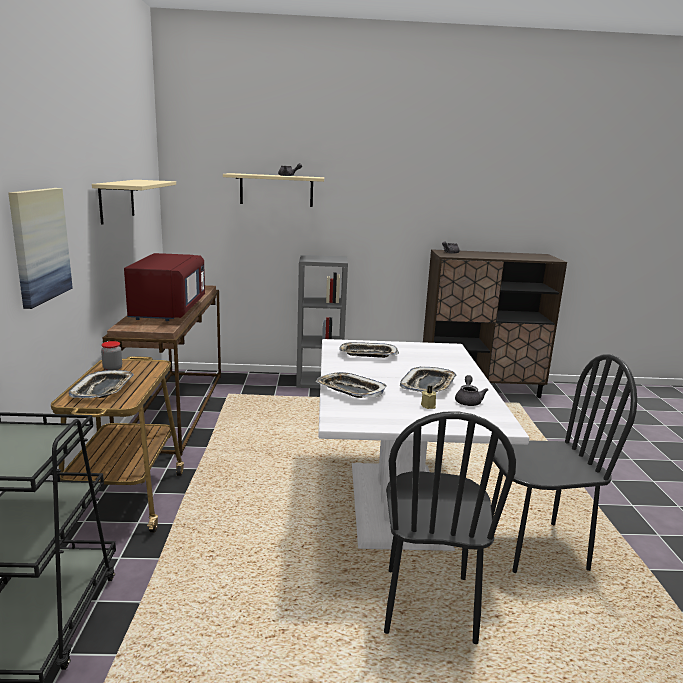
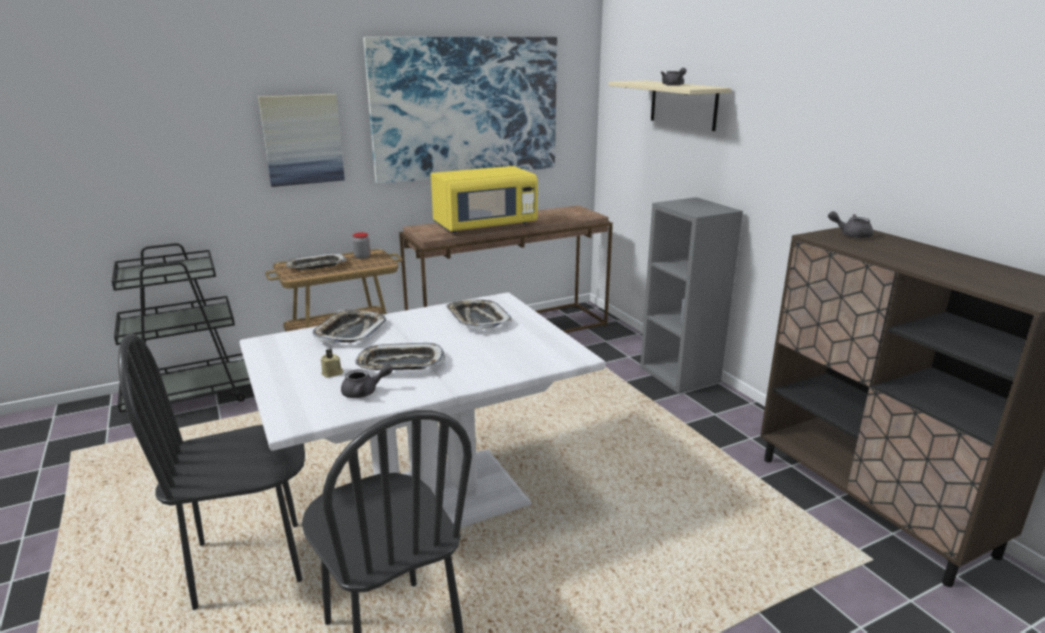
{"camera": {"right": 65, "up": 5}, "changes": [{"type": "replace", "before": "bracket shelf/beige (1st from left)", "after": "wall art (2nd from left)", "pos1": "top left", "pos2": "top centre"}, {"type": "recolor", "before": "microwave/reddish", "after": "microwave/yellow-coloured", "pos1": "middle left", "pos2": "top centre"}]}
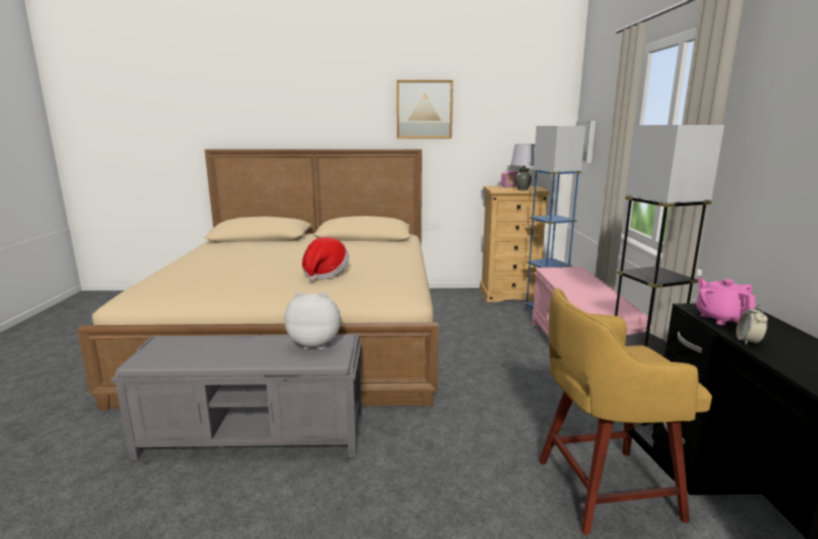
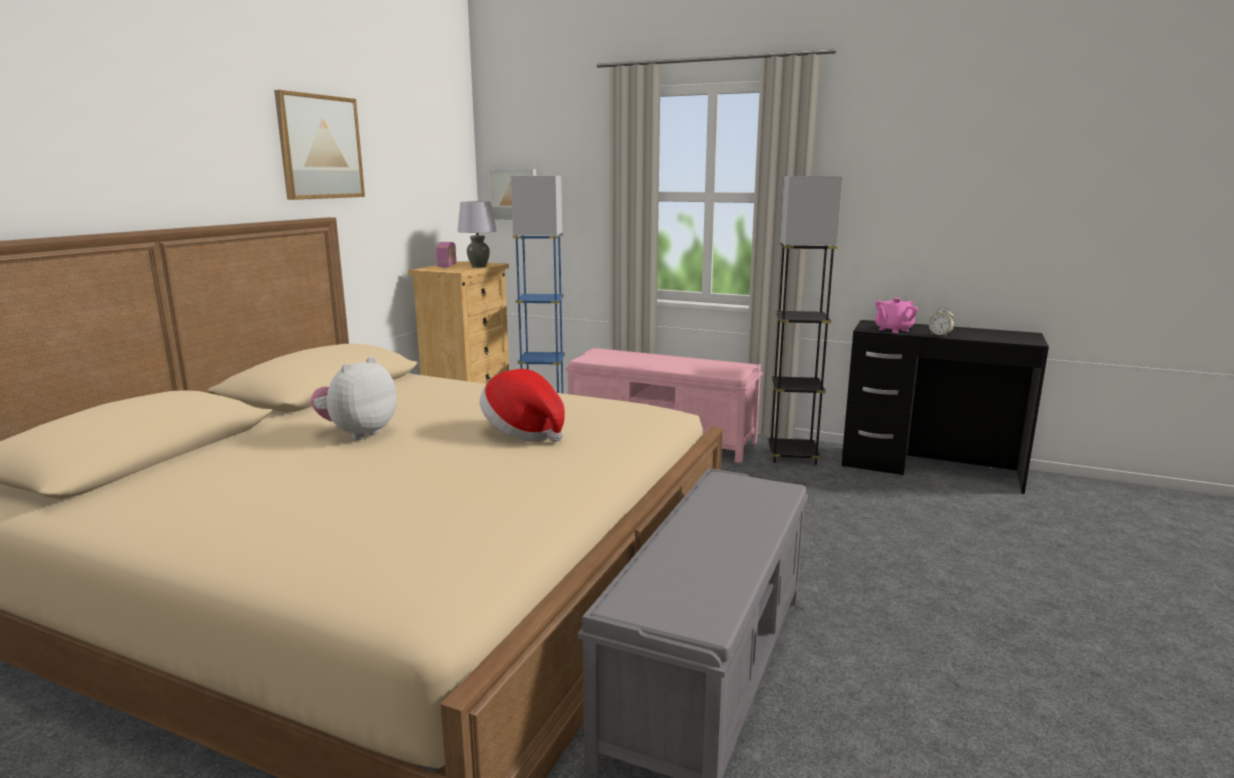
{"camera": {"right": -65, "up": 0}, "changes": [{"type": "move", "before": "soft toy", "pos1": "centre", "pos2": "middle left"}, {"type": "rotate", "before": "pot for tea/pink", "pos1": "middle right", "pos2": "middle right", "turn": -45}, {"type": "delete", "before": "stool seat/yellow-coloured", "pos1": "bottom right"}]}
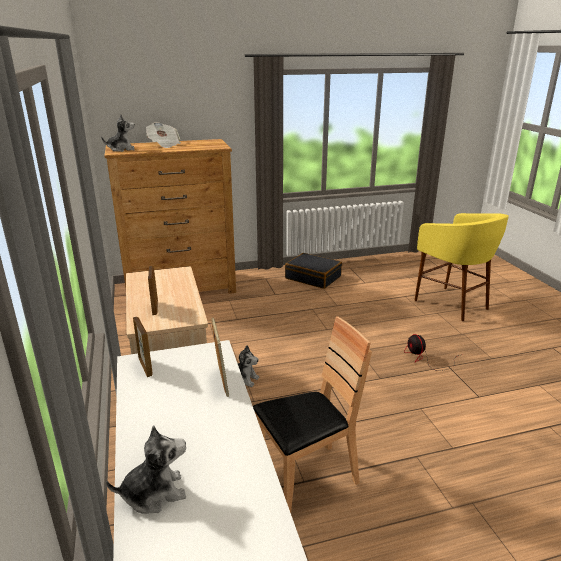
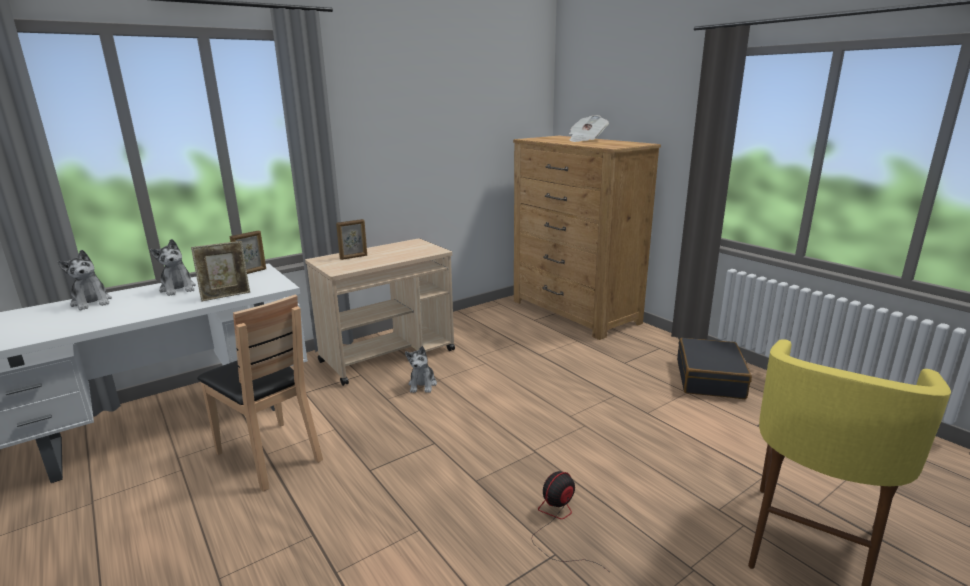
{"camera": {"right": 70, "up": -5}, "changes": [{"type": "move", "before": "soft toy (1st from left in the first image)", "after": "soft toy (2nd from left)", "pos1": "top left", "pos2": "middle left"}]}
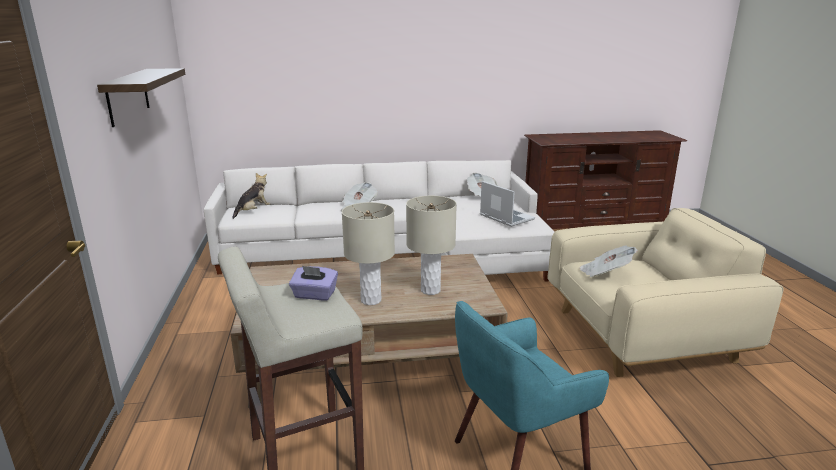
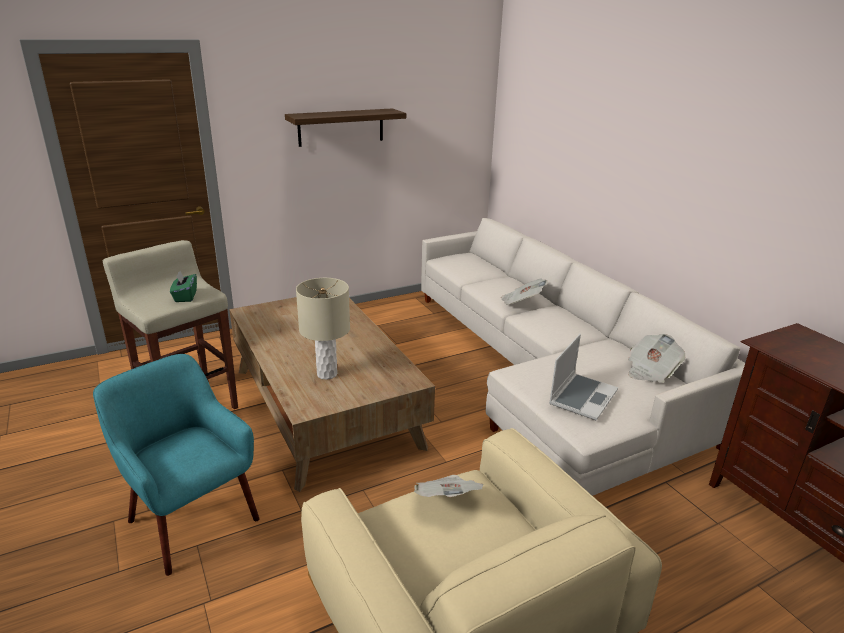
{"camera": {"right": 70, "up": 5}, "changes": [{"type": "recolor", "before": "tissue holder/purple", "after": "tissue holder/green", "pos1": "centre", "pos2": "middle left"}, {"type": "delete", "before": "soft toy", "pos1": "middle left"}, {"type": "delete", "before": "lamp for a table/beige (1st from left)", "pos1": "centre"}]}
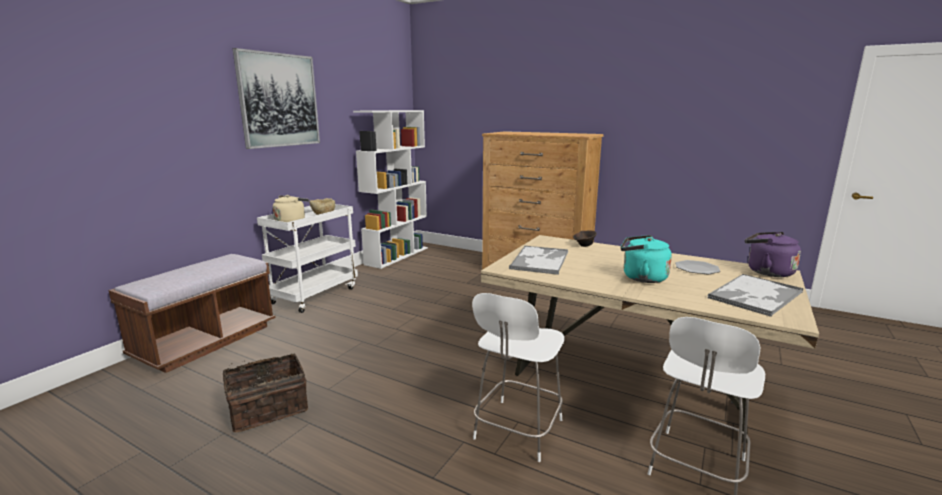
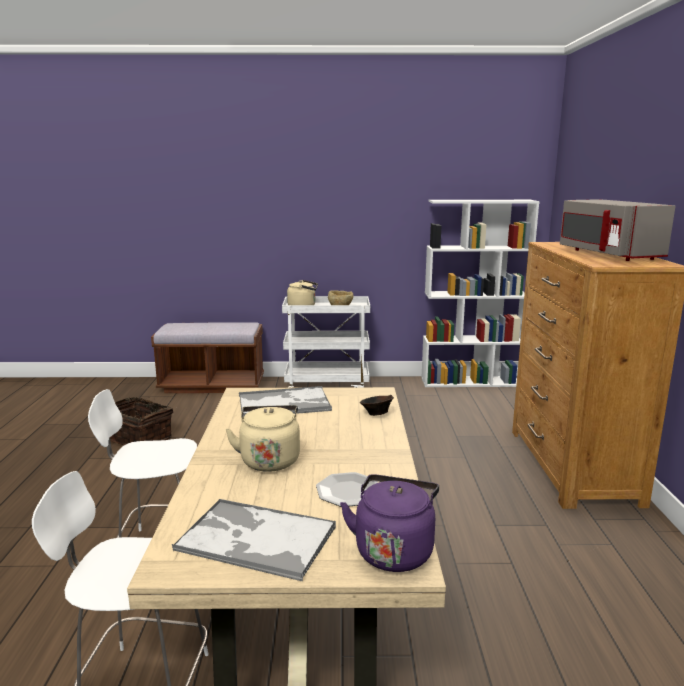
{"camera": {"right": 60, "up": 0}, "changes": [{"type": "recolor", "before": "tea kettle/blue-green", "after": "tea kettle/beige (1st from left)", "pos1": "middle right", "pos2": "centre"}, {"type": "insert", "after": "microwave/greyish", "pos2": "middle right"}, {"type": "delete", "before": "wall art", "pos1": "top left"}]}
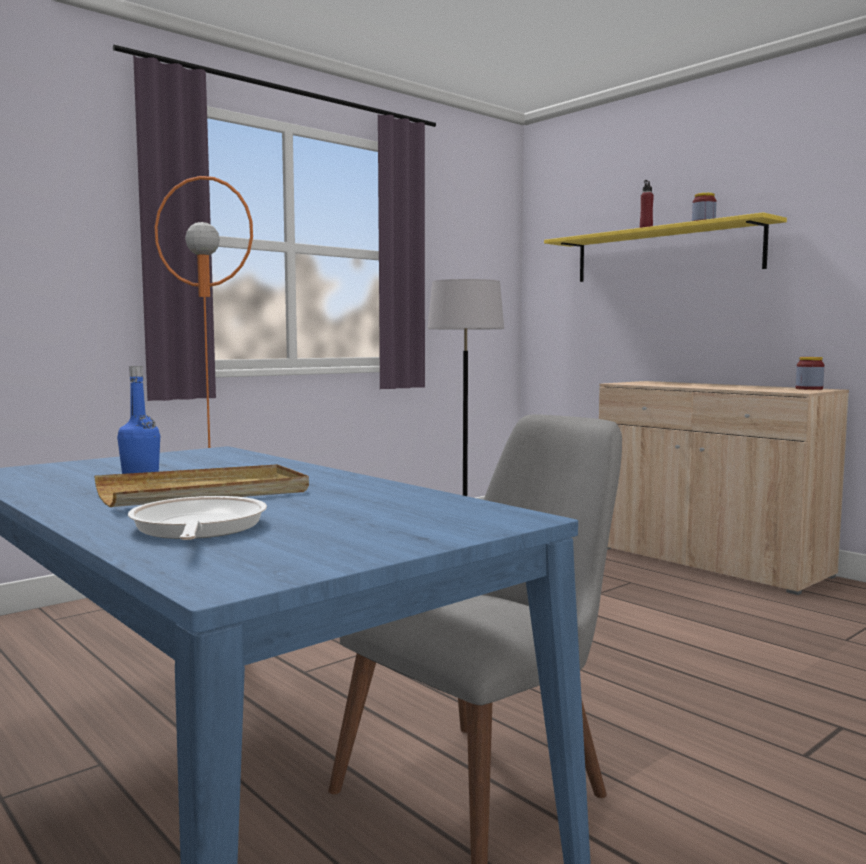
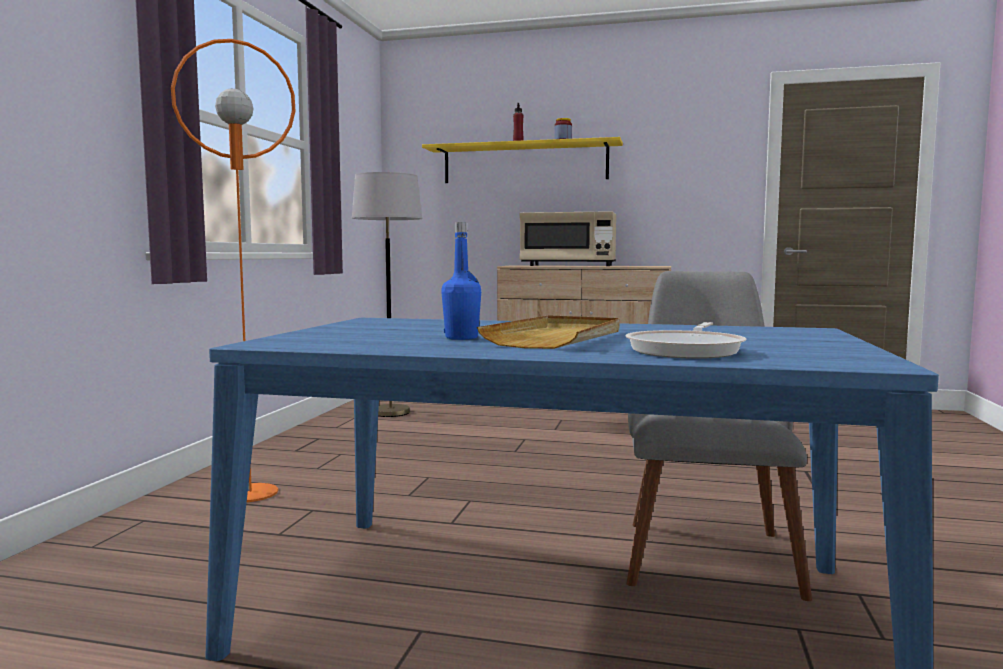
{"camera": {"right": -35, "up": 0}, "changes": [{"type": "insert", "after": "microwave/beige", "pos2": "centre"}, {"type": "rotate", "before": "skillet", "pos1": "middle left", "pos2": "middle right", "turn": -105}, {"type": "delete", "before": "preserve jar (2nd from left)", "pos1": "middle right"}]}
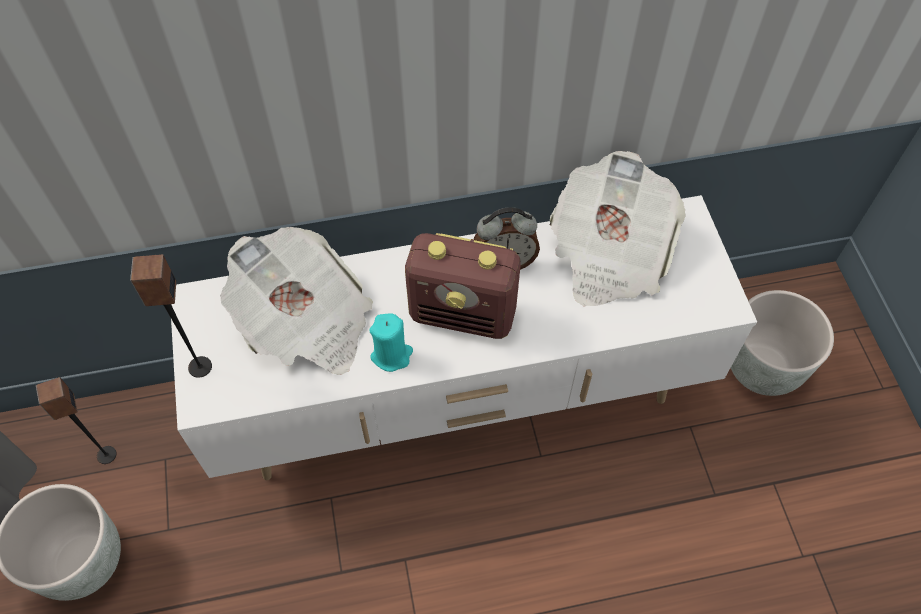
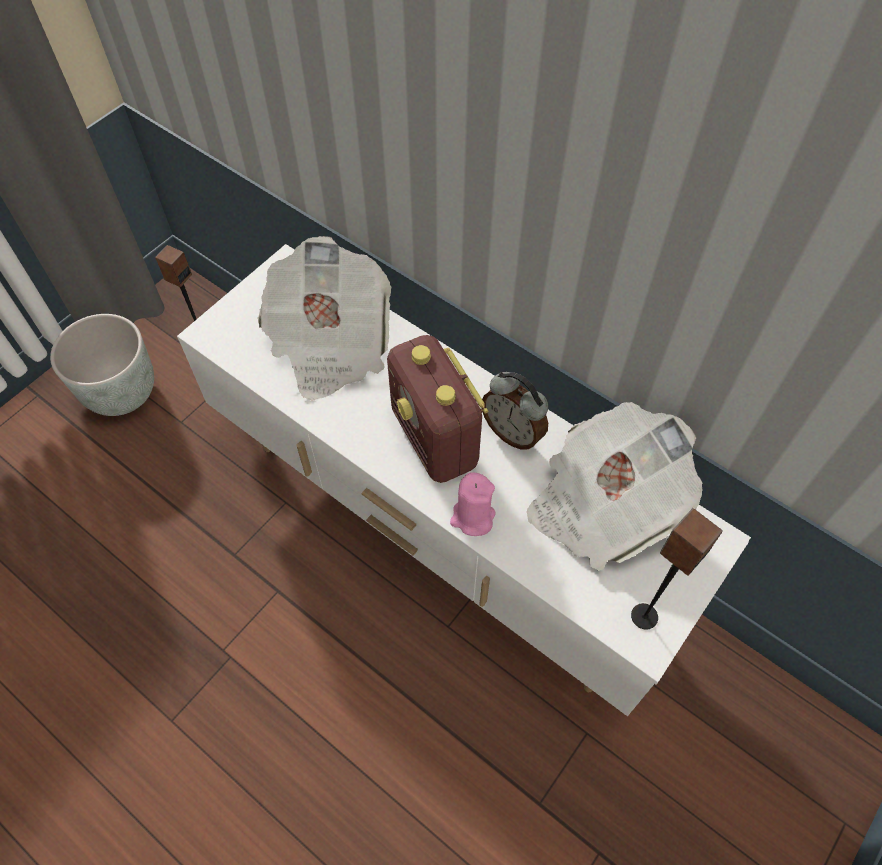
{"camera": {"right": 50, "up": 0}, "changes": [{"type": "insert", "after": "candle/pink", "pos2": "centre"}, {"type": "move", "before": "audio speaker (2nd from left)", "pos1": "middle left", "pos2": "middle right"}, {"type": "delete", "before": "candle/blue-green", "pos1": "centre"}, {"type": "delete", "before": "plant pot/greyish (2nd from left)", "pos1": "middle right"}]}
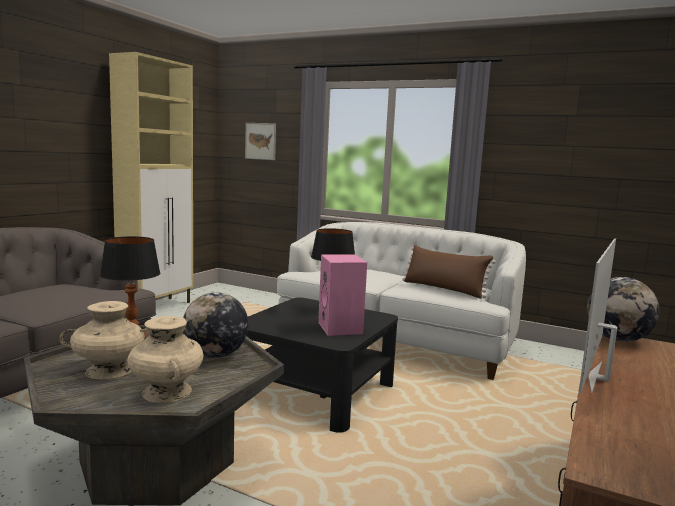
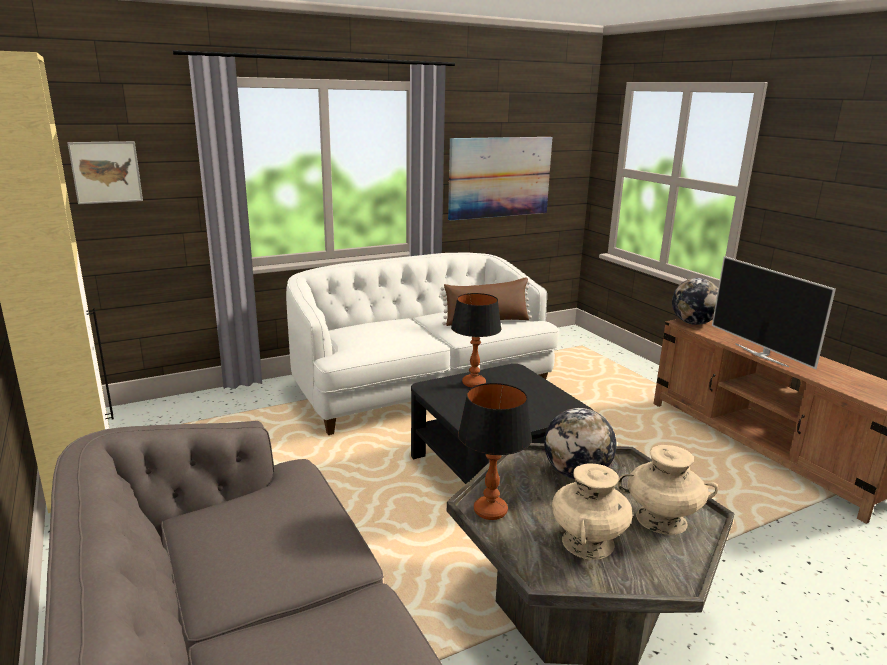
{"camera": {"right": -55, "up": 10}, "changes": [{"type": "insert", "after": "wall art (2nd from left)", "pos2": "top centre"}, {"type": "delete", "before": "audio speaker/pink", "pos1": "centre"}]}
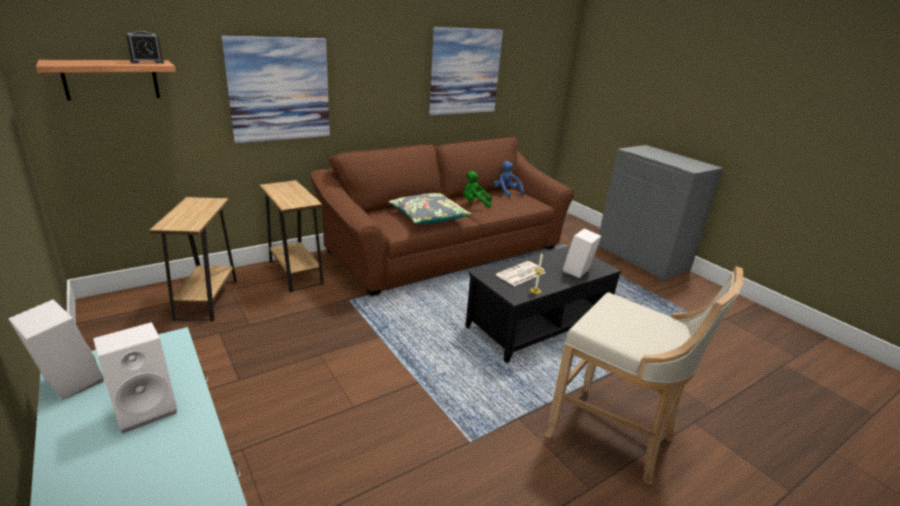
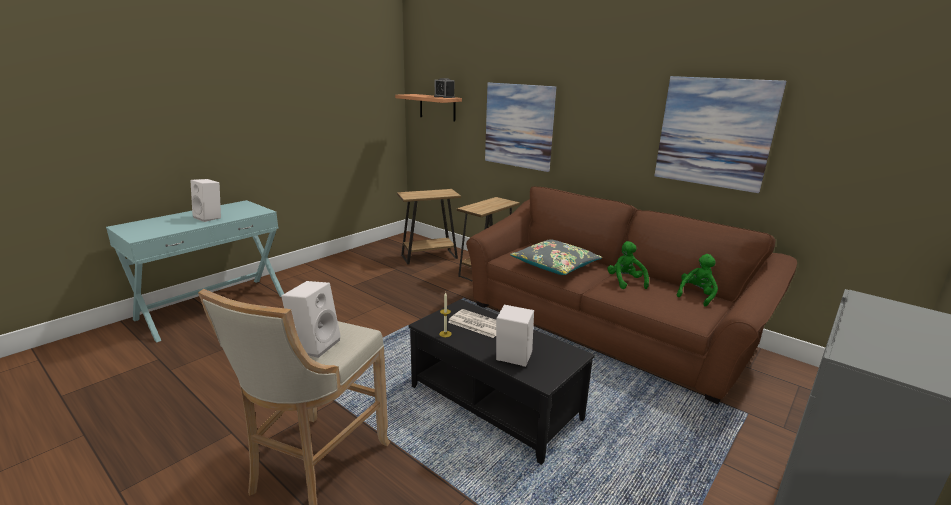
{"camera": {"right": 75, "up": -5}, "changes": [{"type": "move", "before": "audio speaker/whitish (1st from left in the first image)", "after": "audio speaker/whitish (2nd from left)", "pos1": "bottom left", "pos2": "middle left"}, {"type": "recolor", "before": "soft toy/blue", "after": "soft toy/green (2nd from left)", "pos1": "centre", "pos2": "middle right"}]}
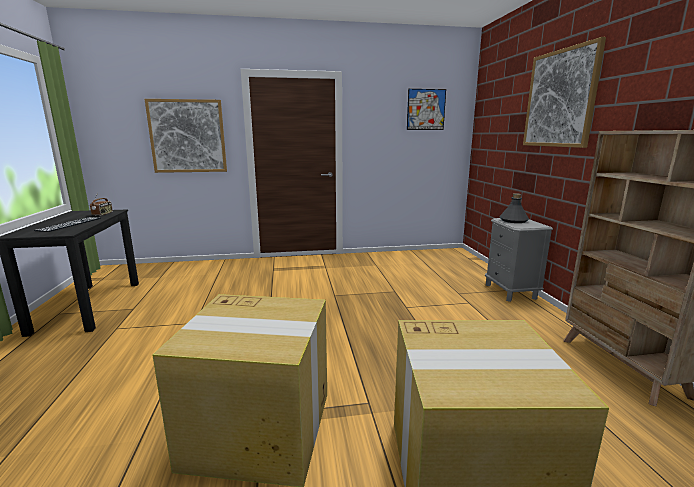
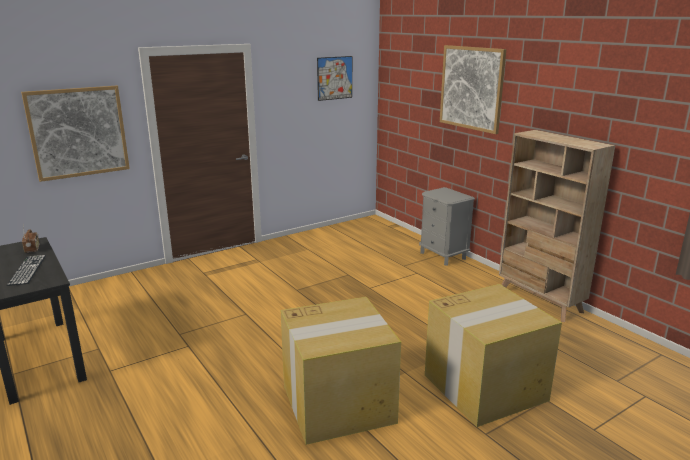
{"camera": {"right": -25, "up": 5}, "changes": [{"type": "delete", "before": "drink bottle/greyish", "pos1": "middle right"}]}
